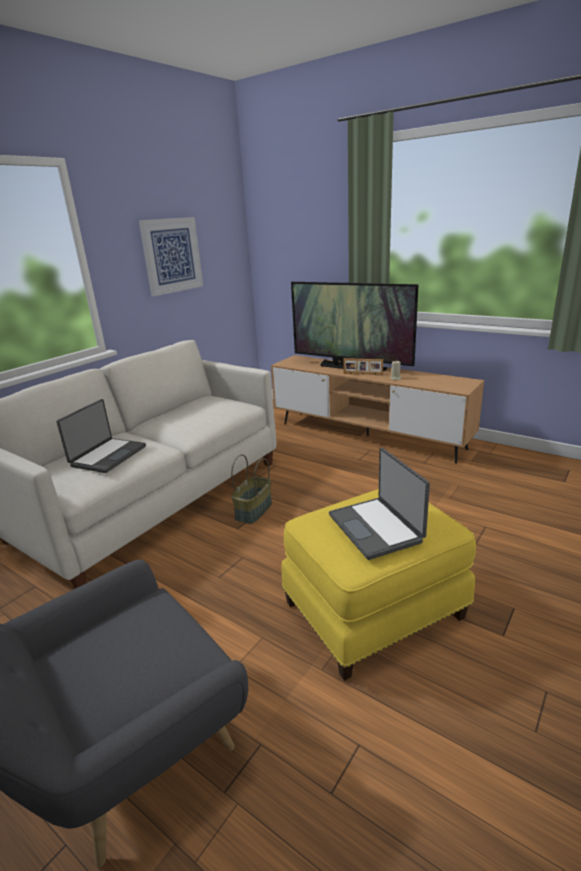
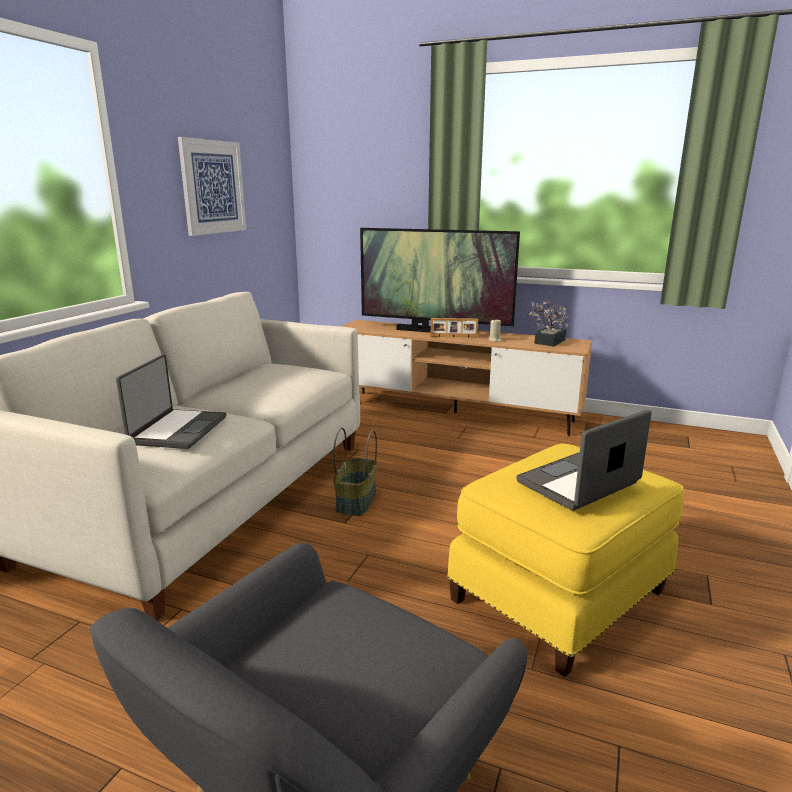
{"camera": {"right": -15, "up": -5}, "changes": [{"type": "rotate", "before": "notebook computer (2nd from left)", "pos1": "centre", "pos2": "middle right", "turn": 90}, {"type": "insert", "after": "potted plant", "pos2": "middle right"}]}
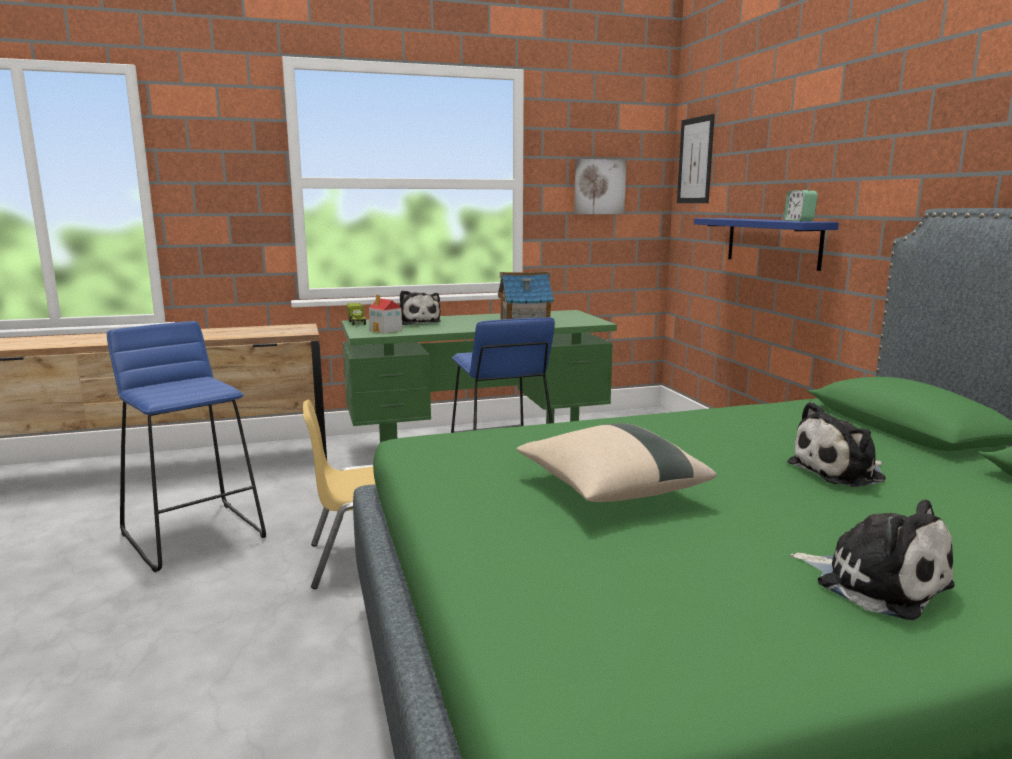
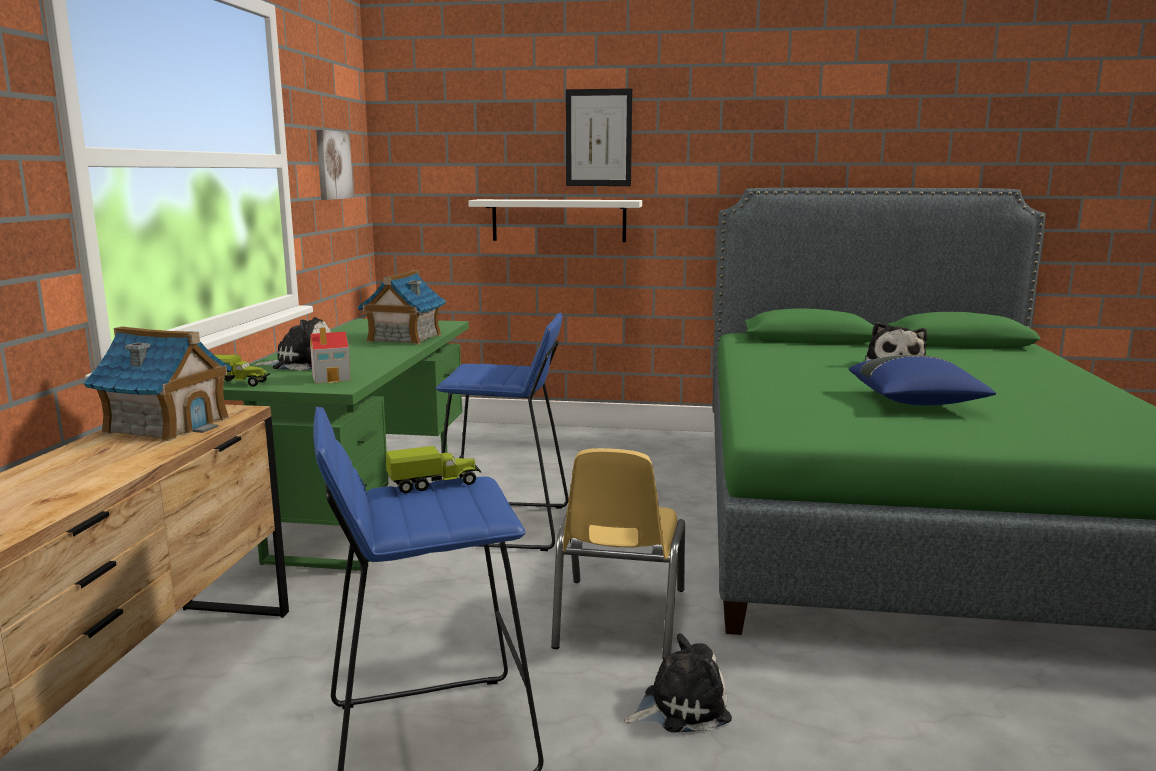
{"camera": {"right": -65, "up": 0}, "changes": [{"type": "insert", "after": "model house (1st from left)", "pos2": "middle left"}, {"type": "insert", "after": "toy lorry (2nd from left)", "pos2": "centre"}, {"type": "recolor", "before": "bracket shelf/blue", "after": "bracket shelf/whitish", "pos1": "top right", "pos2": "top centre"}, {"type": "move", "before": "wall art (2nd from left)", "pos1": "top right", "pos2": "top centre"}, {"type": "move", "before": "soft toy (3rd from left in the first image)", "after": "soft toy (2nd from left)", "pos1": "bottom right", "pos2": "bottom centre"}, {"type": "recolor", "before": "cushion/beige", "after": "cushion/blue", "pos1": "centre", "pos2": "middle right"}, {"type": "delete", "before": "bedside clock", "pos1": "top right"}]}
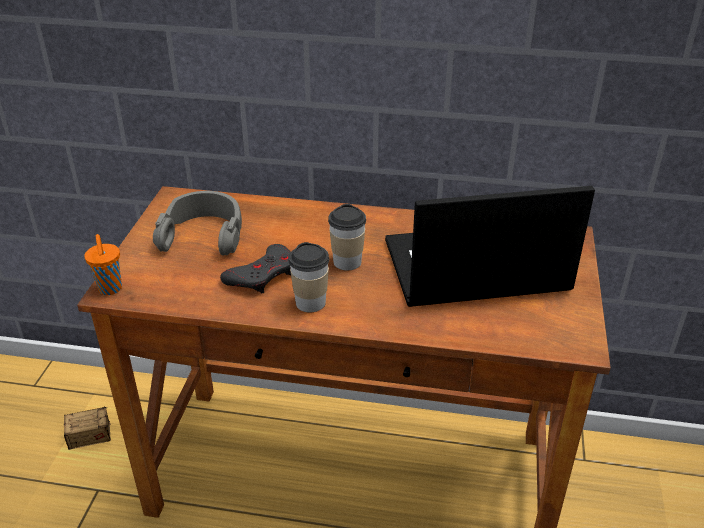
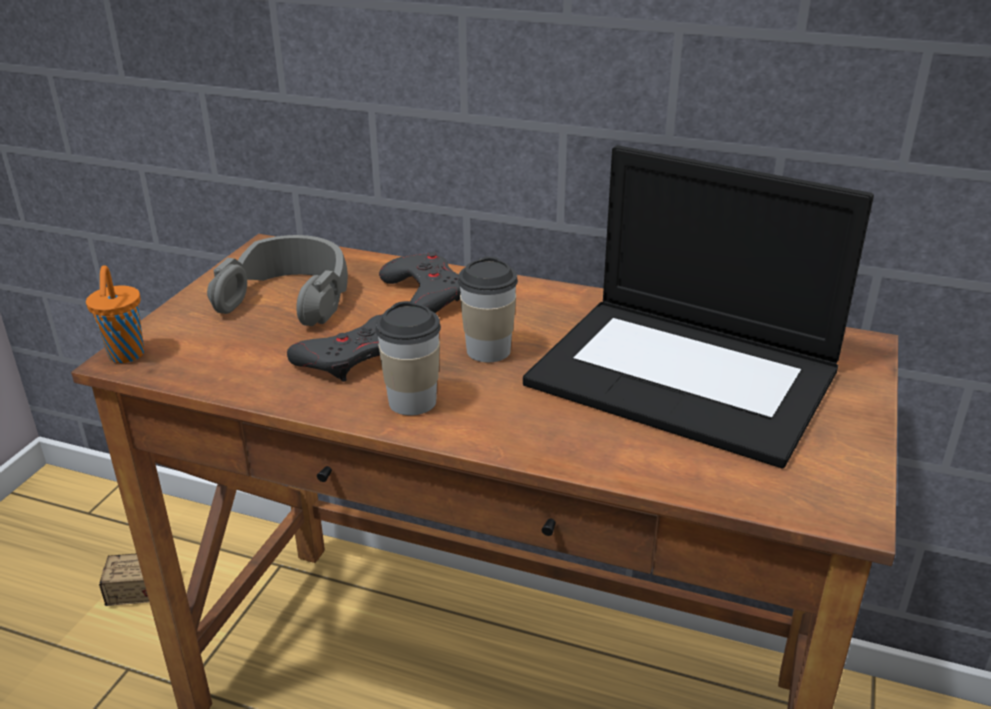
{"camera": {"right": 10, "up": -5}, "changes": [{"type": "insert", "after": "game controller/greyish (2nd from left)", "pos2": "centre"}, {"type": "rotate", "before": "notebook computer", "pos1": "middle right", "pos2": "middle right", "turn": -150}]}
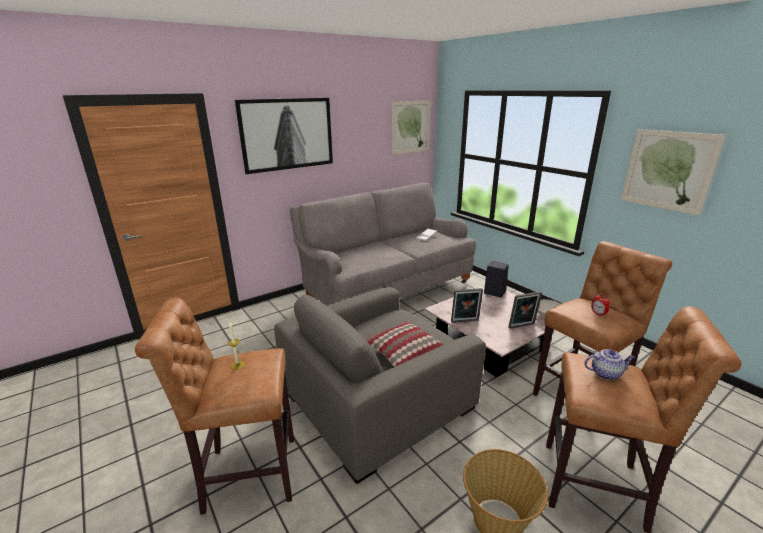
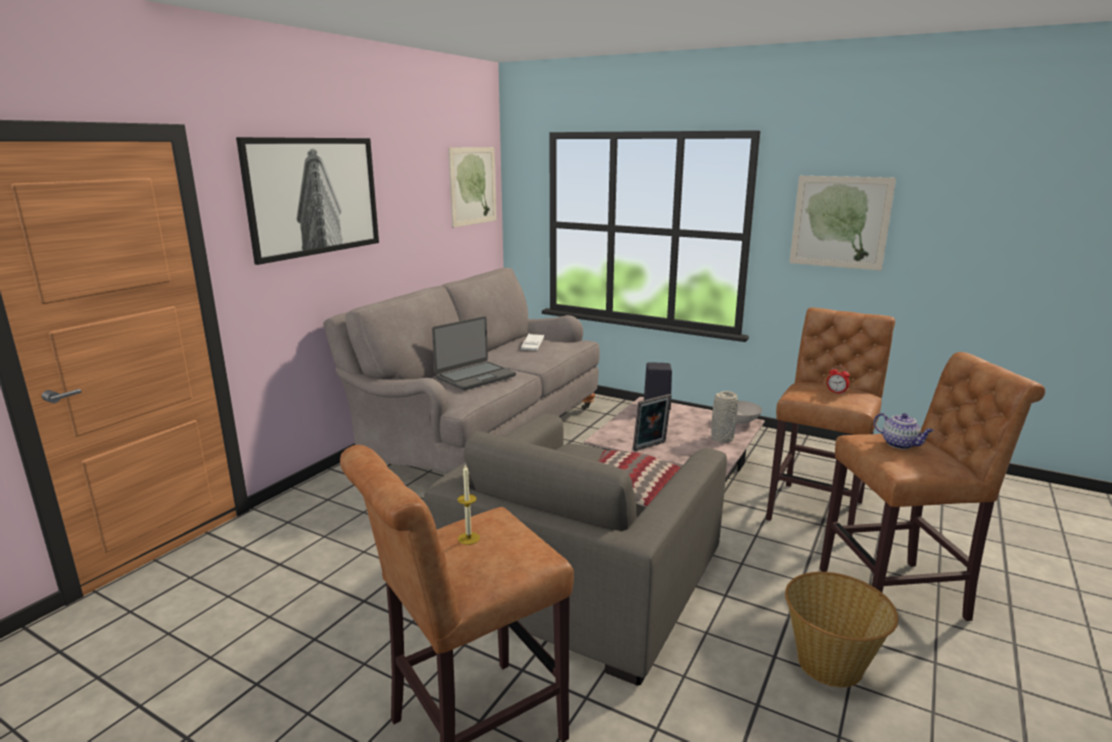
{"camera": {"right": -25, "up": -5}, "changes": [{"type": "insert", "after": "notebook computer", "pos2": "centre"}, {"type": "replace", "before": "photo frame (2nd from left)", "after": "vase/greyish", "pos1": "middle right", "pos2": "centre"}, {"type": "rotate", "before": "pot for tea", "pos1": "bottom right", "pos2": "middle right", "turn": 75}]}
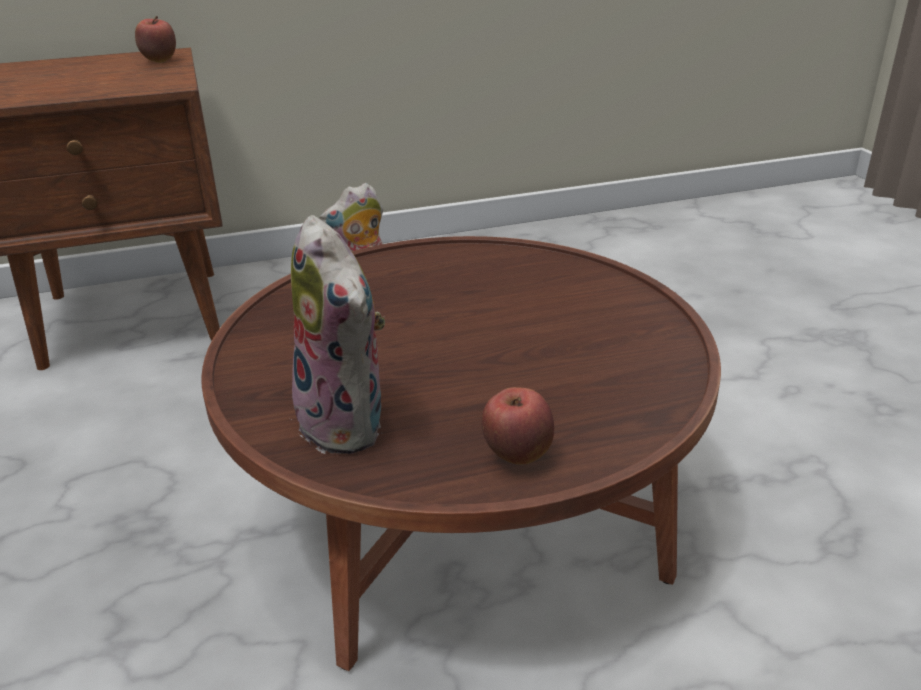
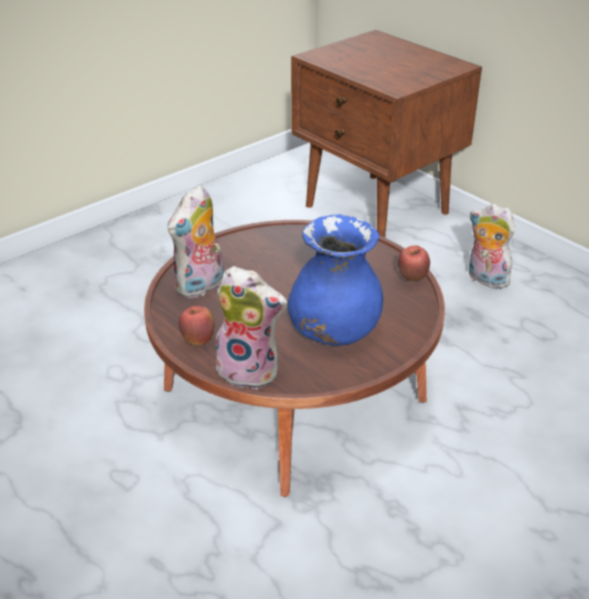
{"camera": {"right": 65, "up": 5}, "changes": [{"type": "insert", "after": "soft toy (2nd from left)", "pos2": "centre"}, {"type": "insert", "after": "vase/blue", "pos2": "centre"}, {"type": "move", "before": "apple (1st from left in the first image)", "after": "apple (2nd from left)", "pos1": "top left", "pos2": "middle right"}]}
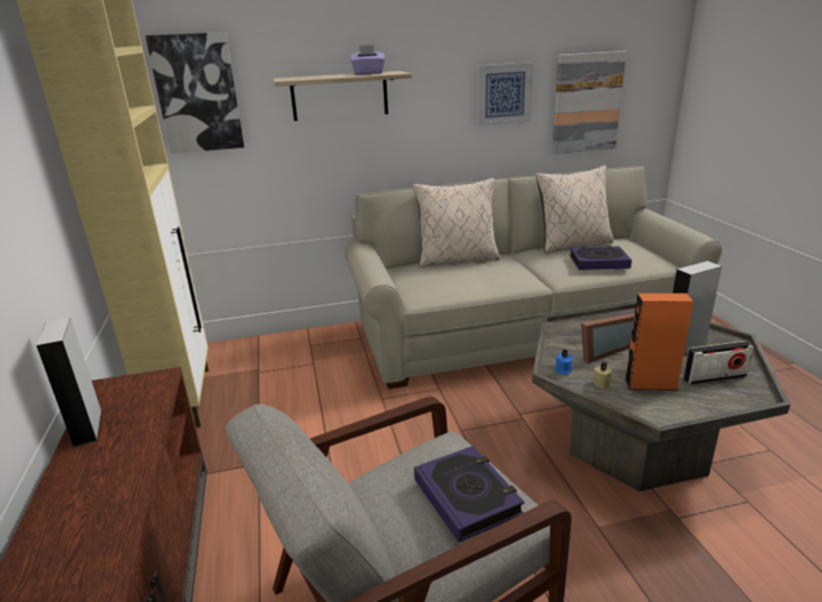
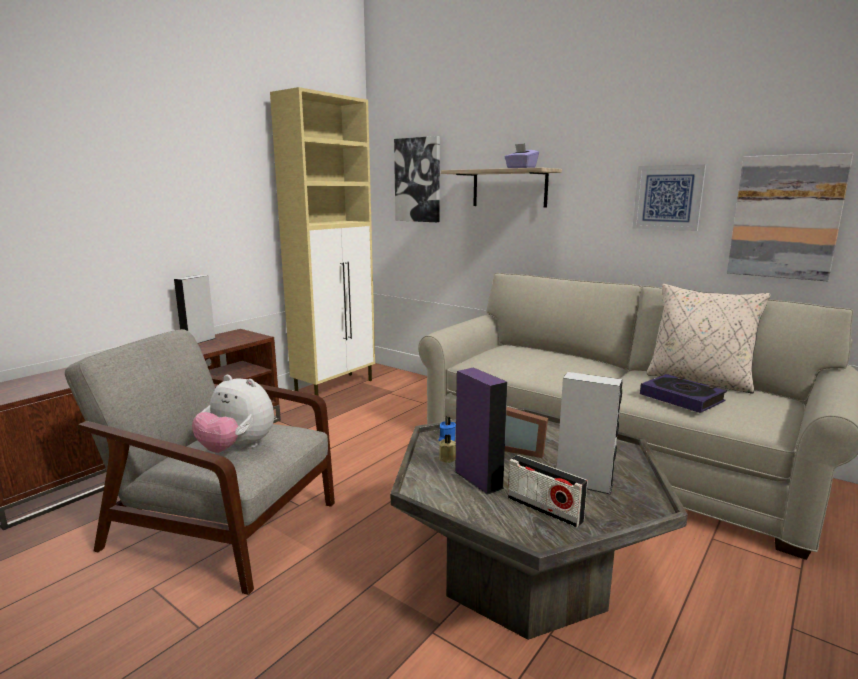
{"camera": {"right": 50, "up": -10}, "changes": [{"type": "replace", "before": "volume (1st from left)", "after": "soft toy", "pos1": "bottom centre", "pos2": "middle left"}, {"type": "recolor", "before": "audio speaker/orange", "after": "audio speaker/purple", "pos1": "middle right", "pos2": "centre"}, {"type": "delete", "before": "cushion/beige (1st from left)", "pos1": "centre"}]}
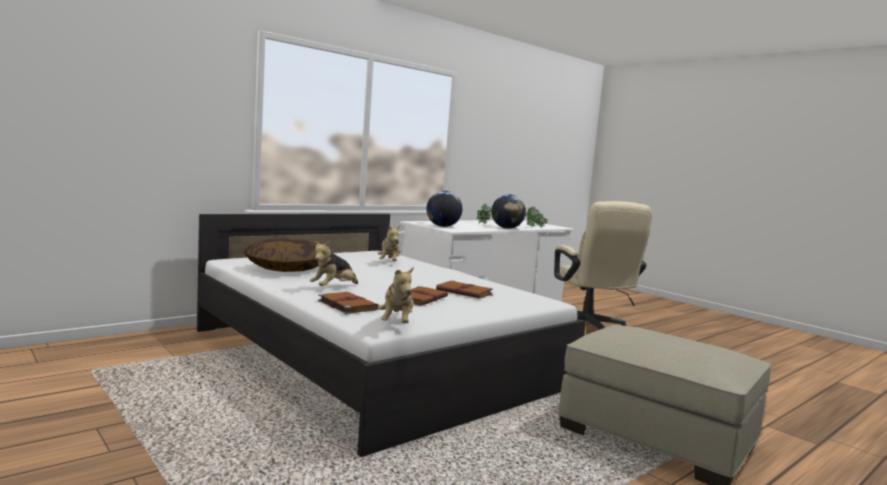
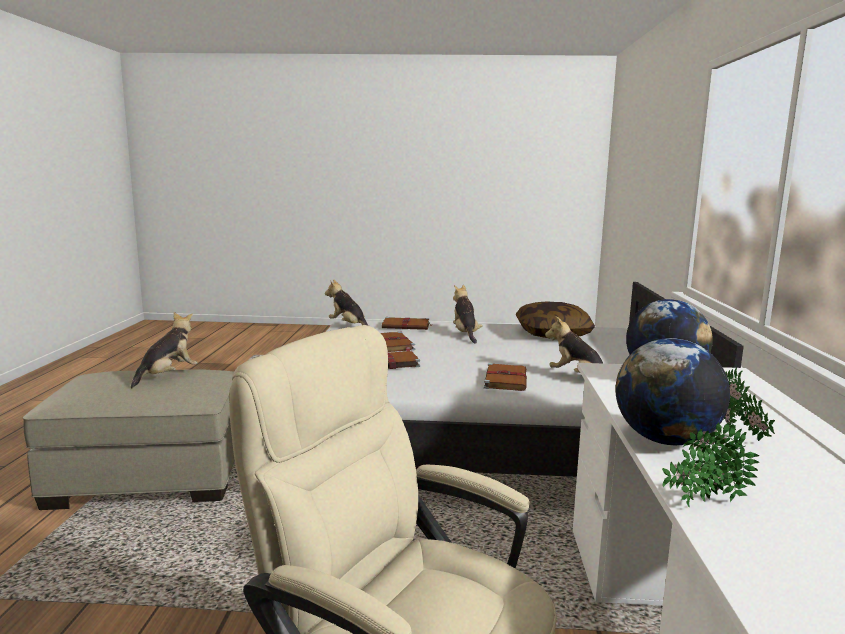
{"camera": {"right": 135, "up": 5}, "changes": [{"type": "insert", "after": "soft toy (1st from left)", "pos2": "middle left"}, {"type": "insert", "after": "volume/brown (4th from left)", "pos2": "centre"}]}
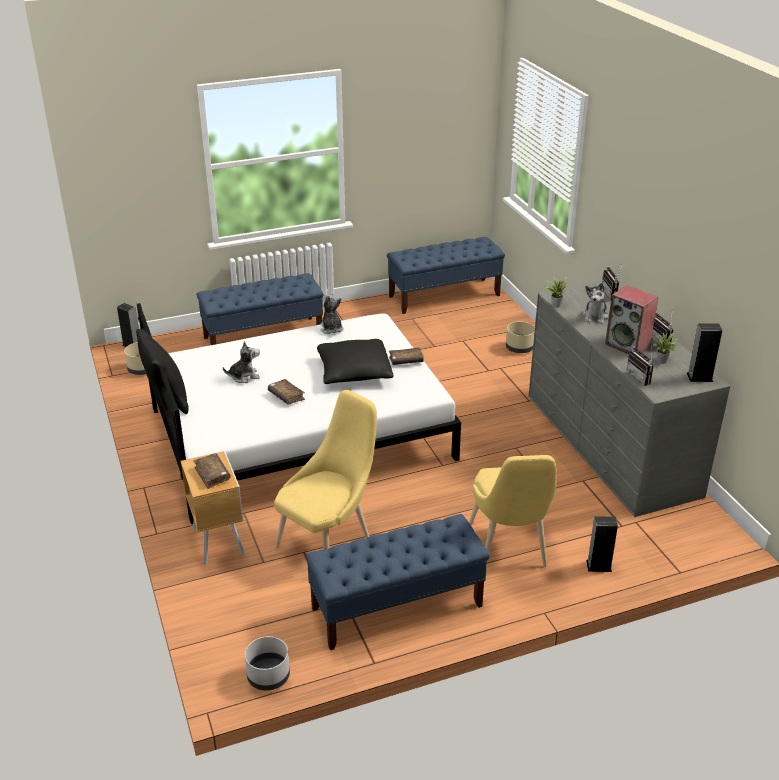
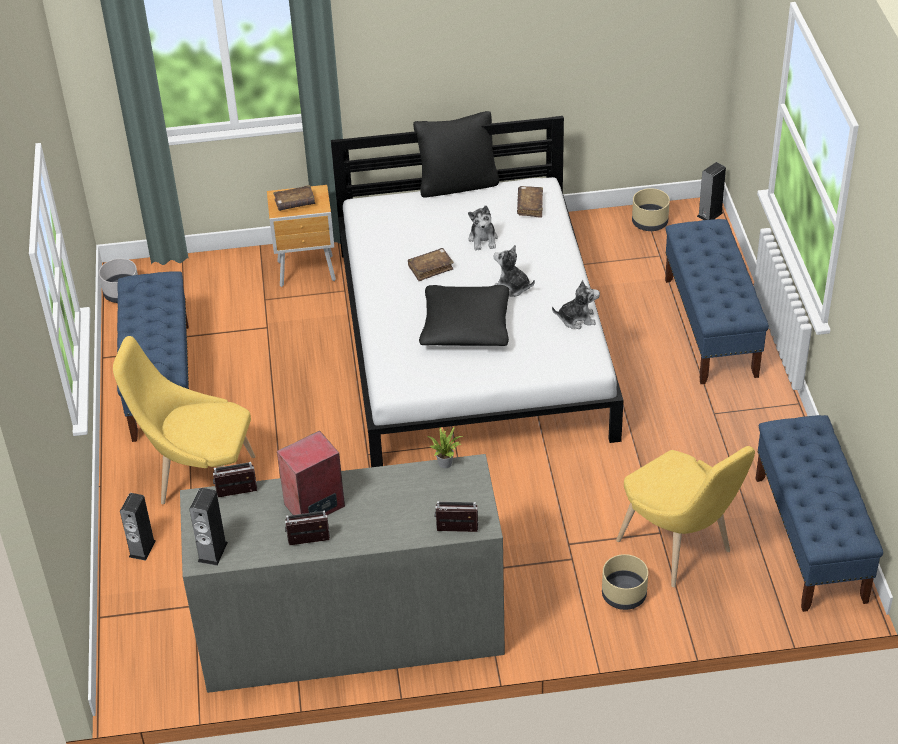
{"camera": {"right": 105, "up": 10}, "changes": [{"type": "move", "before": "soft toy (3rd from left in the first image)", "after": "soft toy (2nd from left)", "pos1": "middle right", "pos2": "centre"}, {"type": "move", "before": "volume/brown (3rd from left)", "pos1": "centre", "pos2": "top centre"}, {"type": "move", "before": "upright chair/yellow-coloured (1st from left in the first image)", "after": "upright chair/yellow-coloured (2nd from left)", "pos1": "centre", "pos2": "bottom right"}, {"type": "delete", "before": "potted plant (2nd from left)", "pos1": "middle right"}]}
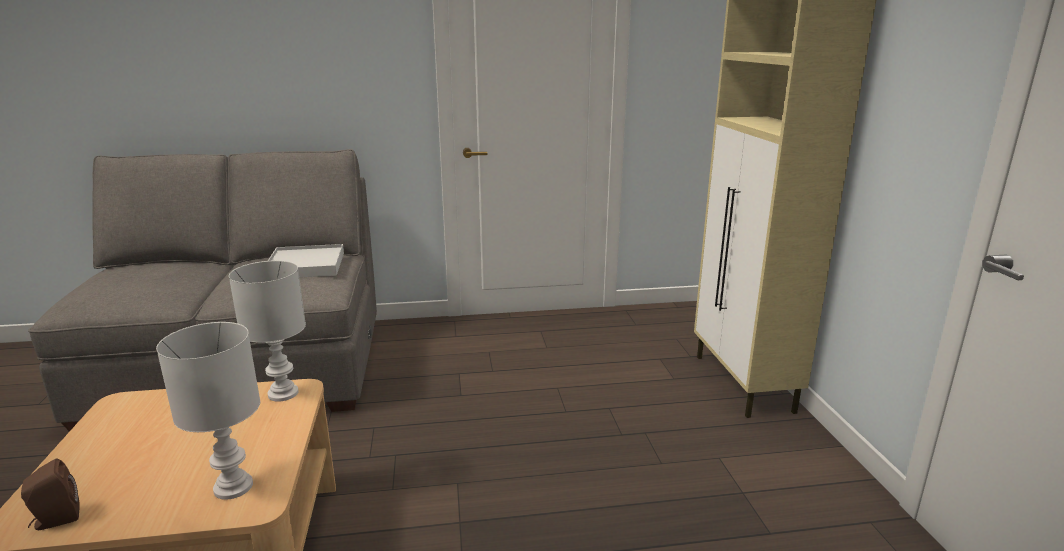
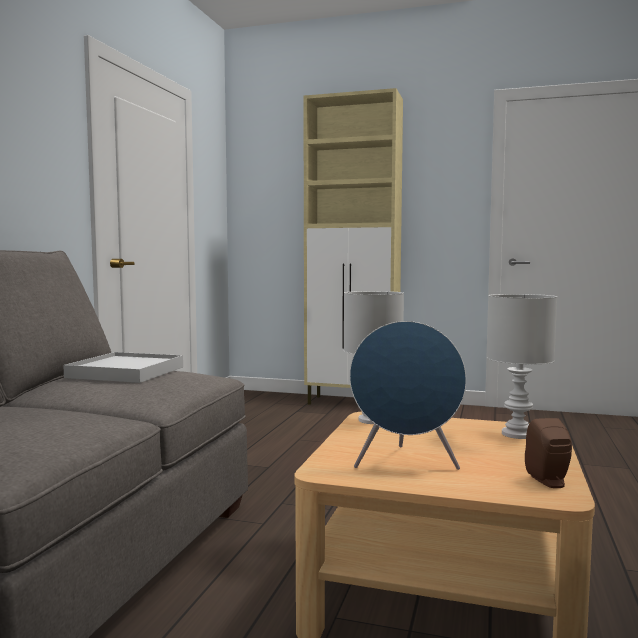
{"camera": {"right": -65, "up": -15}, "changes": [{"type": "insert", "after": "audio speaker/blue", "pos2": "centre"}]}
